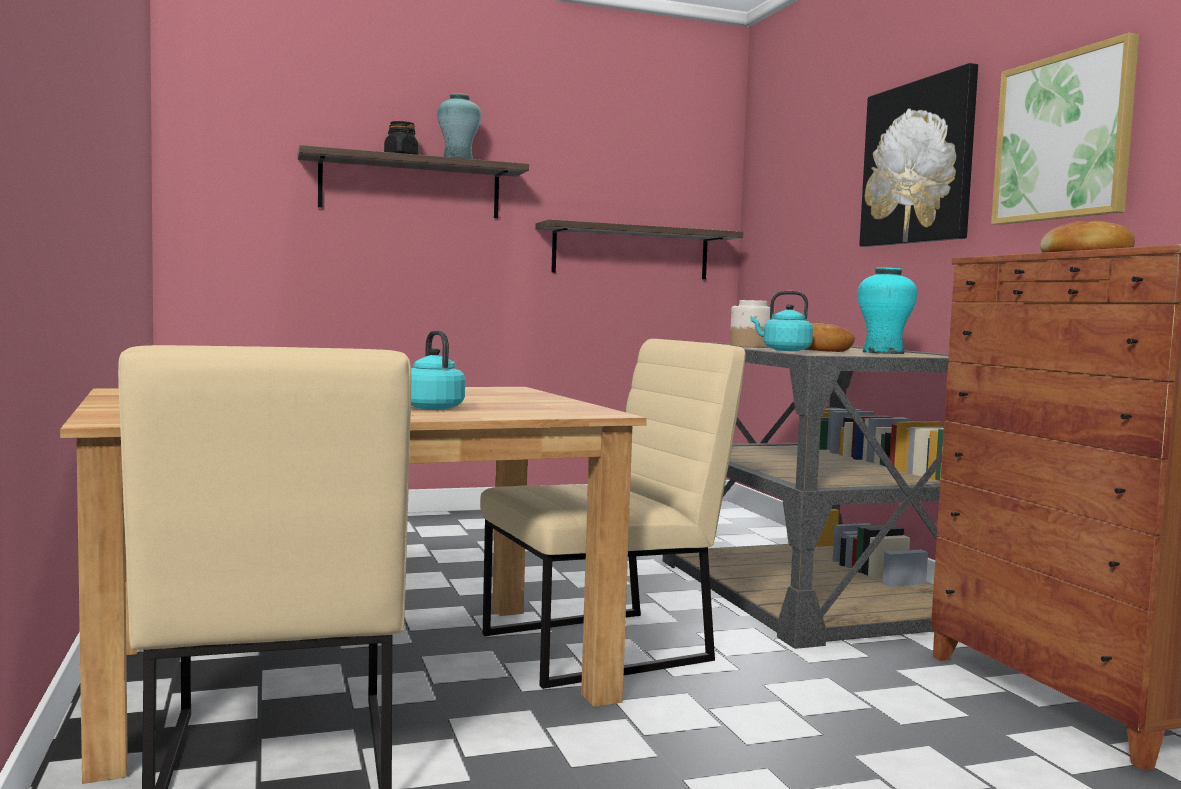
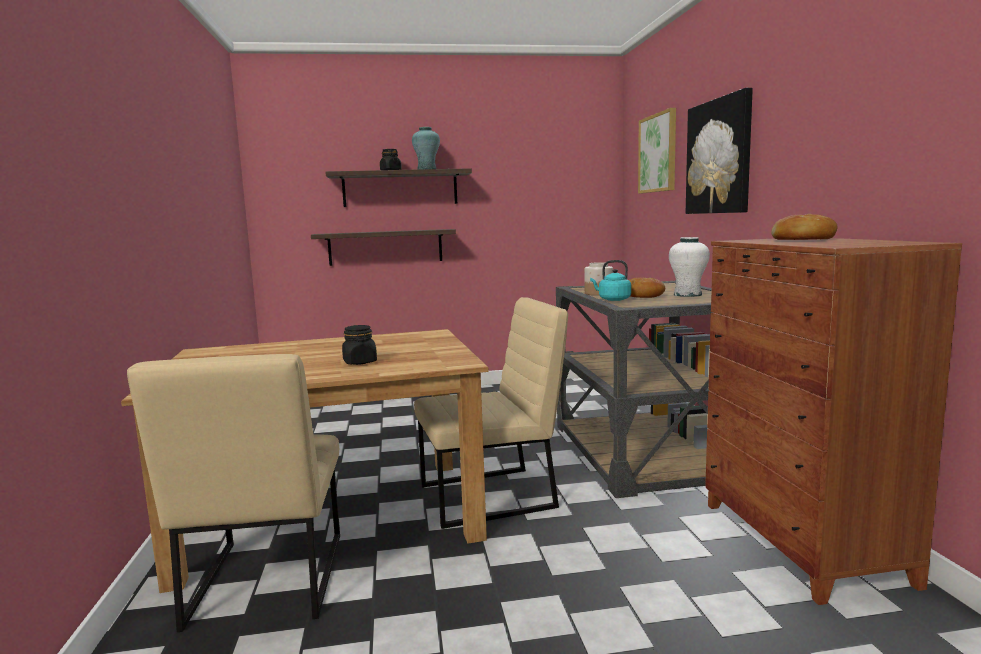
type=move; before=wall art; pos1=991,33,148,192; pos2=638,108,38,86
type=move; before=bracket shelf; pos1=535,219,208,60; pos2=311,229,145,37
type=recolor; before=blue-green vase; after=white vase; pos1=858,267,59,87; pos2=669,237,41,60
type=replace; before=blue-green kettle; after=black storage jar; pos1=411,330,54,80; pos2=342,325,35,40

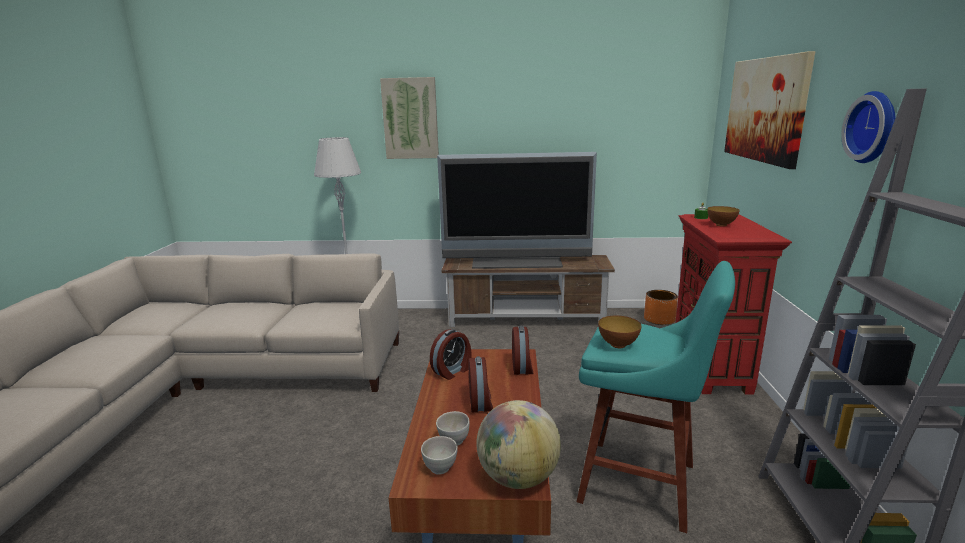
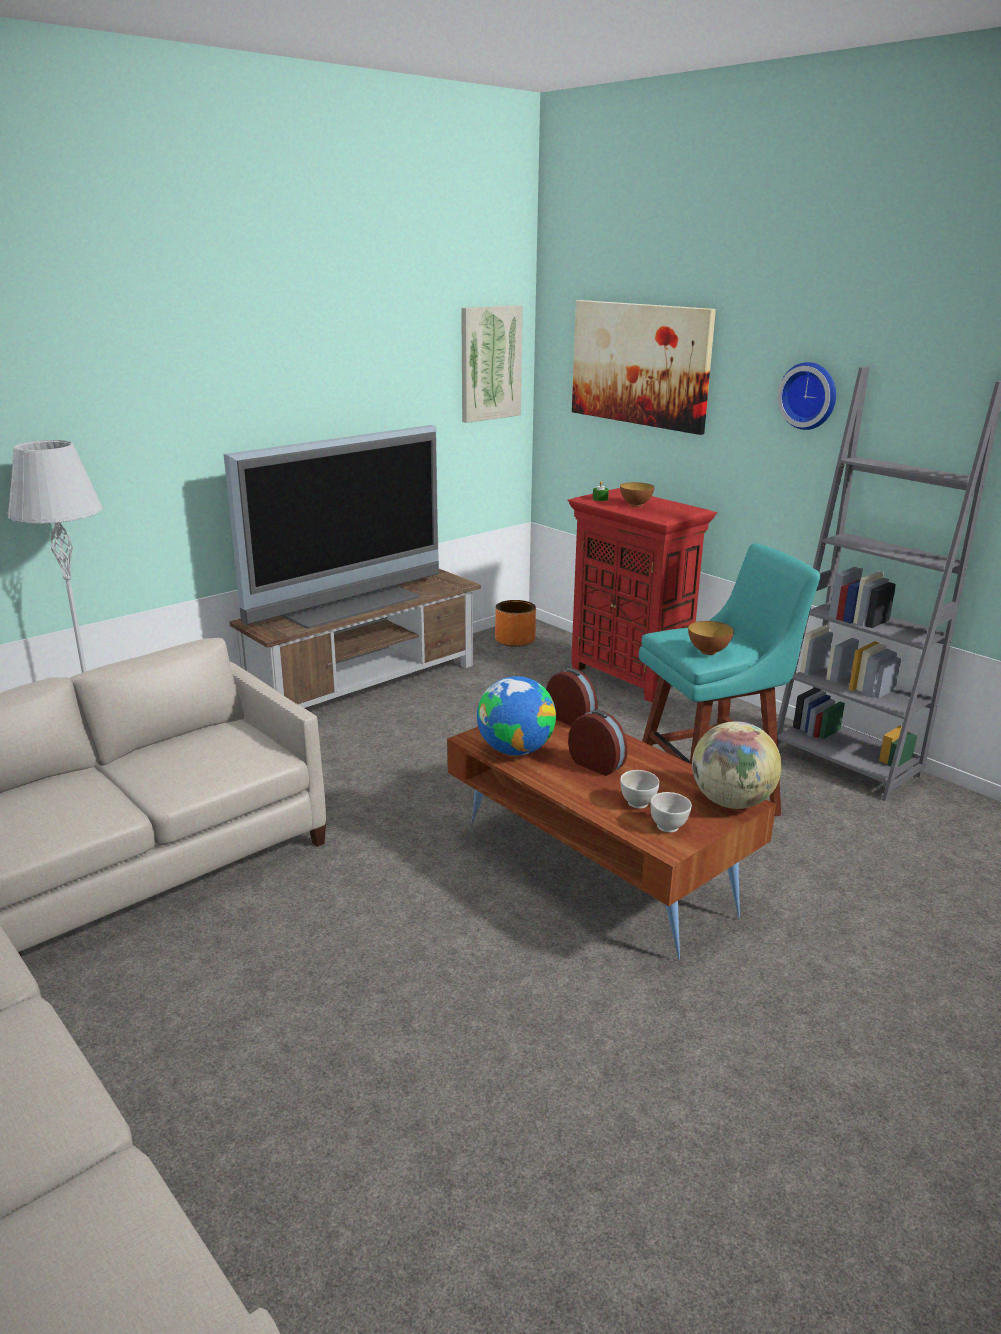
type=move; before=wall art; pos1=380,77,59,82; pos2=461,305,62,118
type=replace; before=table clock; after=desk globe; pos1=430,329,42,51; pos2=477,676,79,80

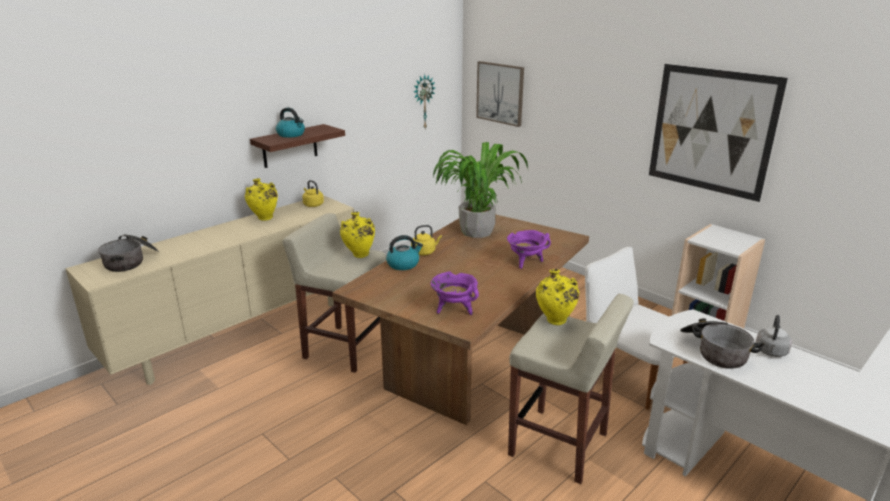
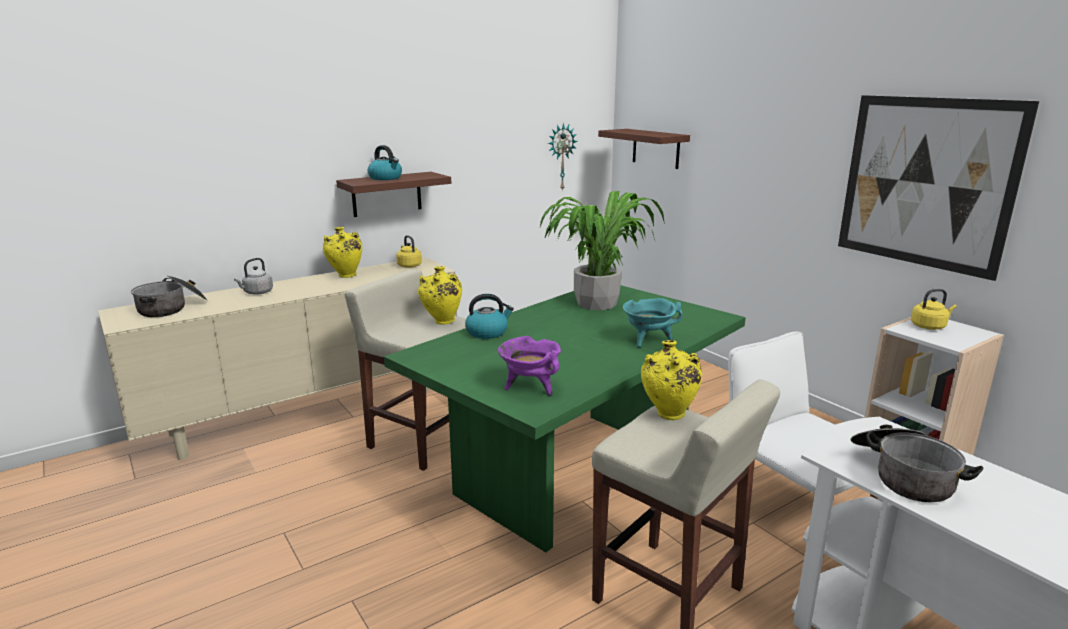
type=replace; before=wall art; after=bracket shelf; pos1=476,61,48,66; pos2=598,129,92,40
type=recolor; before=brown-coloured dinner table; after=green dinner table; pos1=332,214,257,211; pos2=384,285,362,268
type=move; before=yellow-coloured kettle; pos1=411,225,31,30; pos2=911,289,46,41
type=recolor; before=purple-coloured saucepot; after=blue-green saucepot; pos1=507,230,44,39; pos2=623,298,60,49
type=move; before=gray kettle; pos1=755,315,37,42; pos2=234,258,39,37

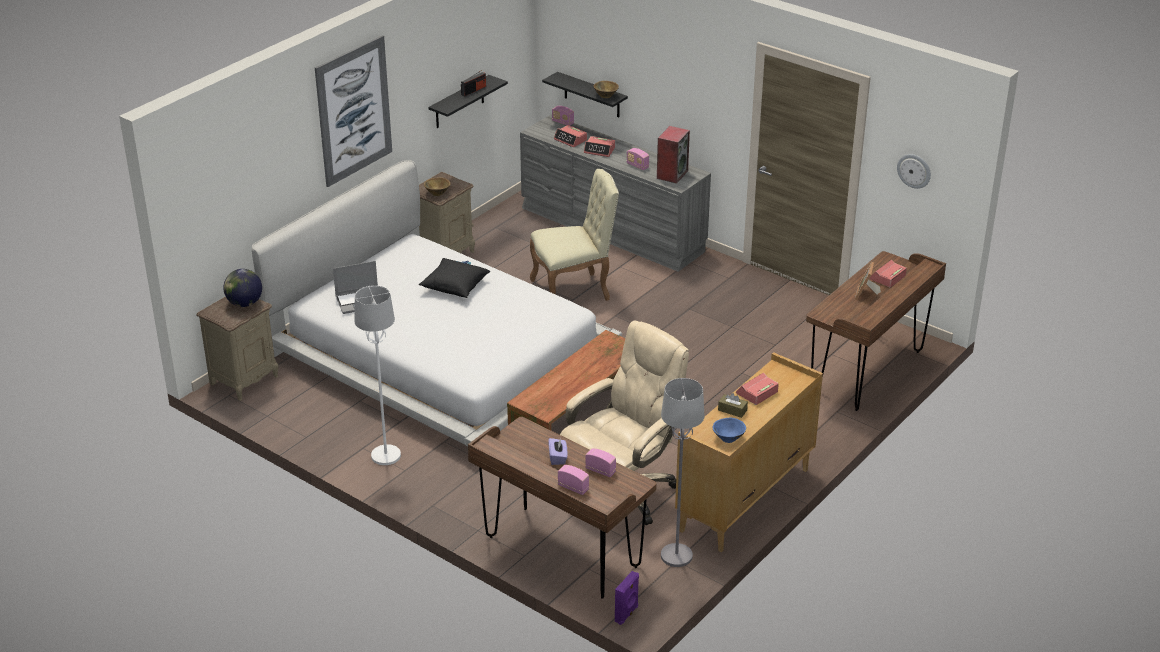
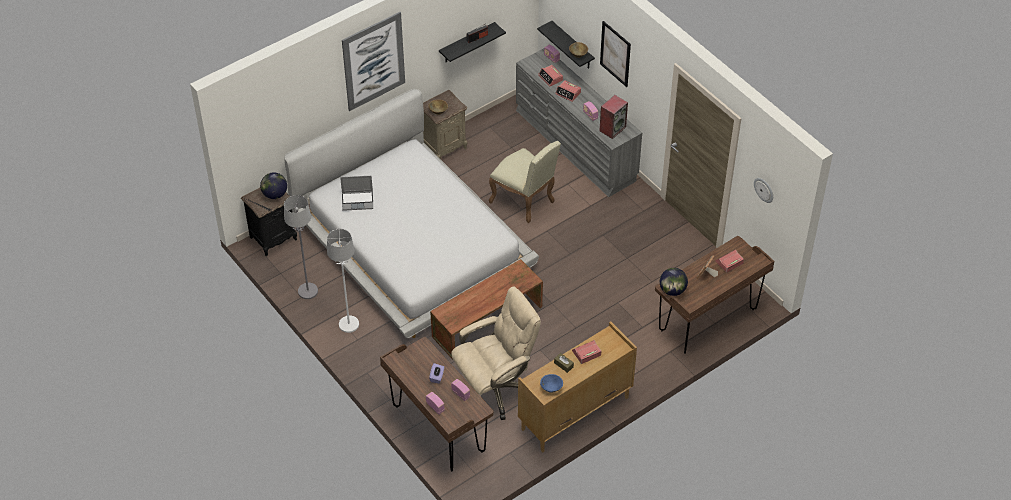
type=rotate; before=beige upright chair; pos1=530,169,89,132; pos2=489,141,72,82; turn=45
type=delete; before=black pillow; pos1=419,258,71,40
type=recolor; before=beige bedside table; after=black bedside table; pos1=196,296,83,105; pos2=241,188,56,68
type=move; before=gray floor lamp; pos1=661,378,44,189; pos2=284,195,34,104
type=delete; before=purple-coloured audio speaker; pos1=615,571,24,54
type=insert; after=wall art; pos2=600,21,31,66
type=insert; after=desk globe; pos2=660,268,28,28

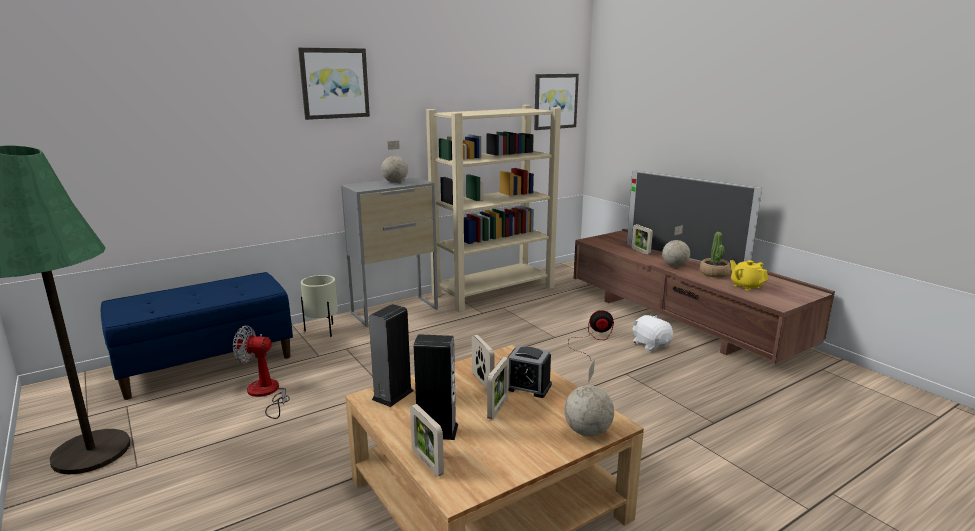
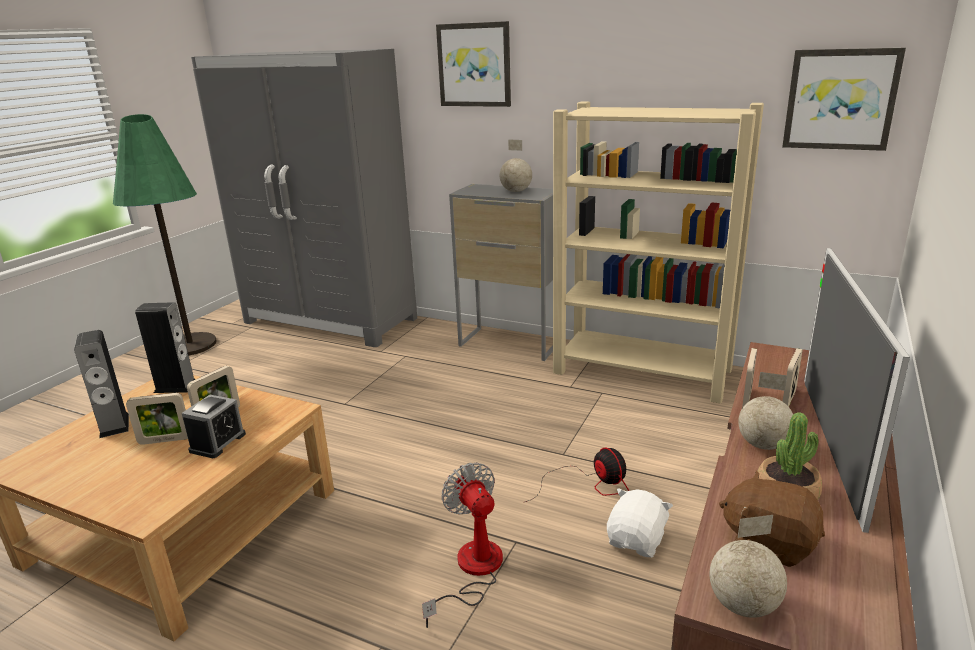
type=replace; before=yellow-coloured tea pot; after=brown-coloured plush toy; pos1=730,260,38,31; pos2=719,470,106,97
type=replace; before=blue bench; after=gray cupboard; pos1=101,272,192,128; pos2=191,49,226,298
type=delete; before=beige planter; pos1=301,275,37,62
type=move; before=fan; pos1=233,325,57,94; pos2=422,463,81,165
type=rotate; before=table clock; pos1=508,345,44,53; pos2=182,395,64,63; turn=-150
type=move; before=desk globe; pos1=564,359,50,78; pos2=710,515,77,103
type=move; before=picture frame; pos1=410,404,34,73; pos2=742,348,15,60

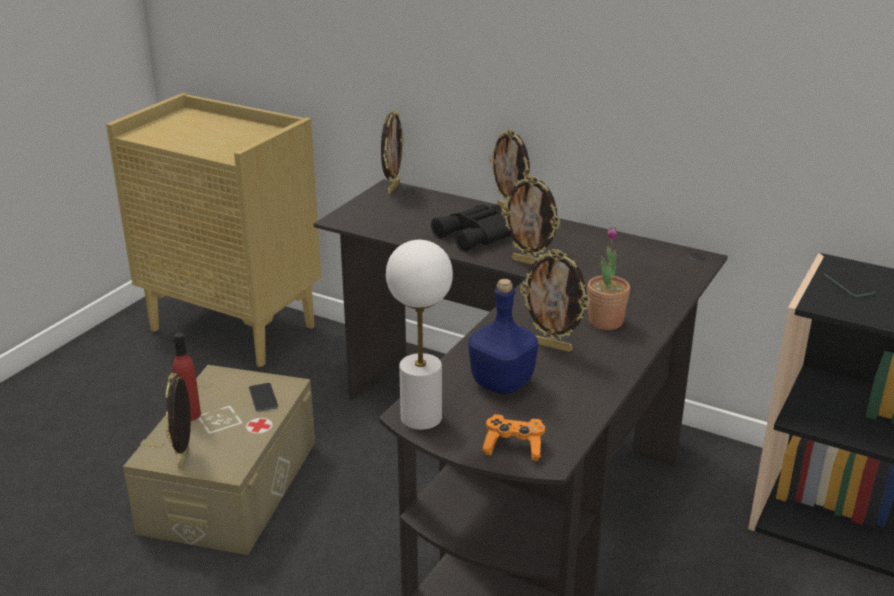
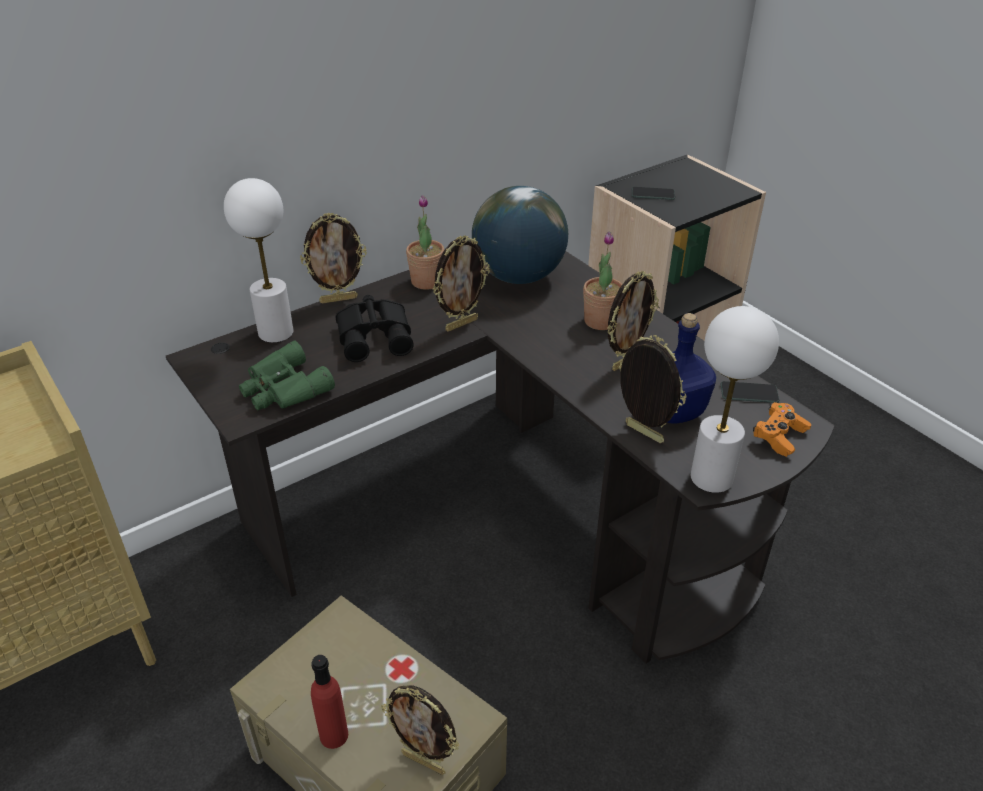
type=move; before=picture frame; pos1=381,109,23,85; pos2=619,335,68,108
type=move; before=telephone; pos1=249,383,29,29; pos2=721,381,58,22
type=insert; after=white lamp for a table; pos2=224,178,70,165
type=insert; after=desk globe; pos2=472,186,96,98
type=insert; after=houseplant; pos2=406,195,38,95
type=insert; after=green pair of binoculars; pos2=239,341,96,69

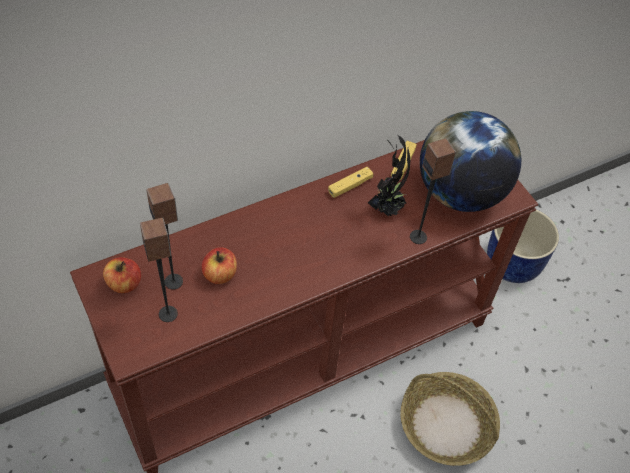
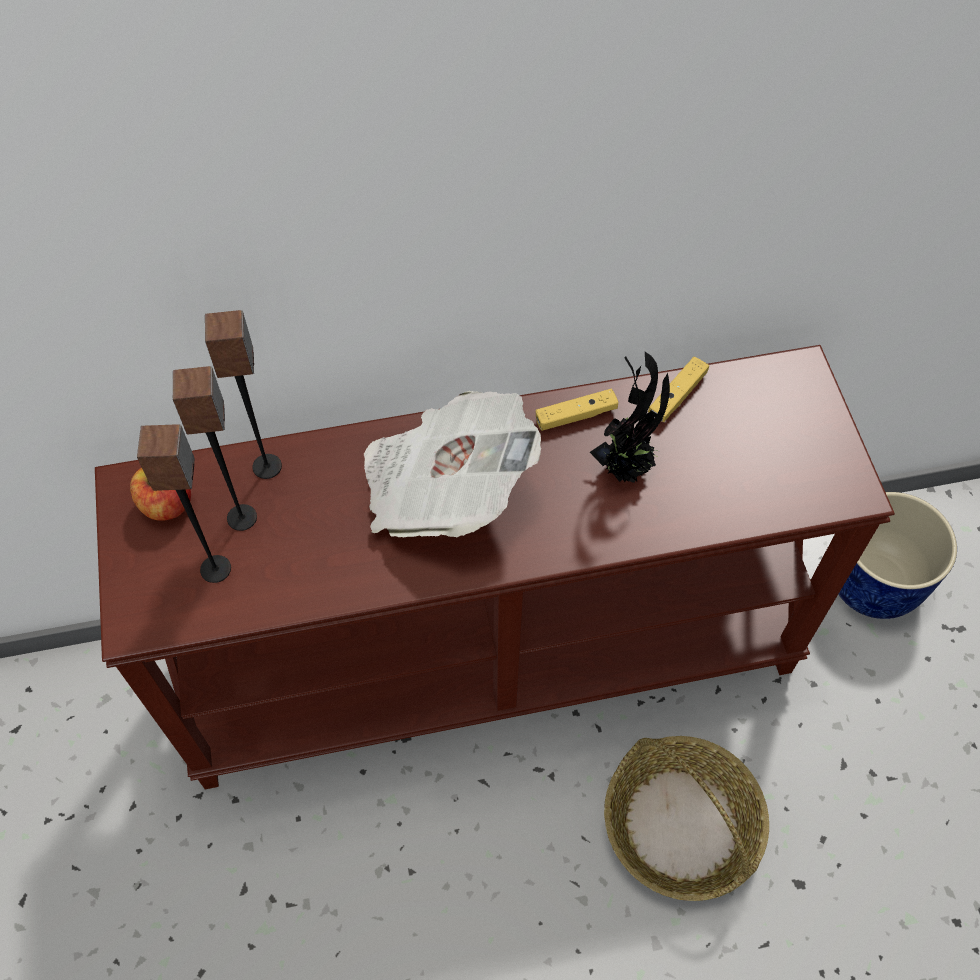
type=delete; before=desk globe; pos1=420,111,101,101
type=move; before=audio speaker; pos1=410,138,46,106; pos2=205,310,77,169
type=delete; before=whole apple; pos1=202,247,35,37
type=insert; after=printed paper; pos2=364,391,177,147

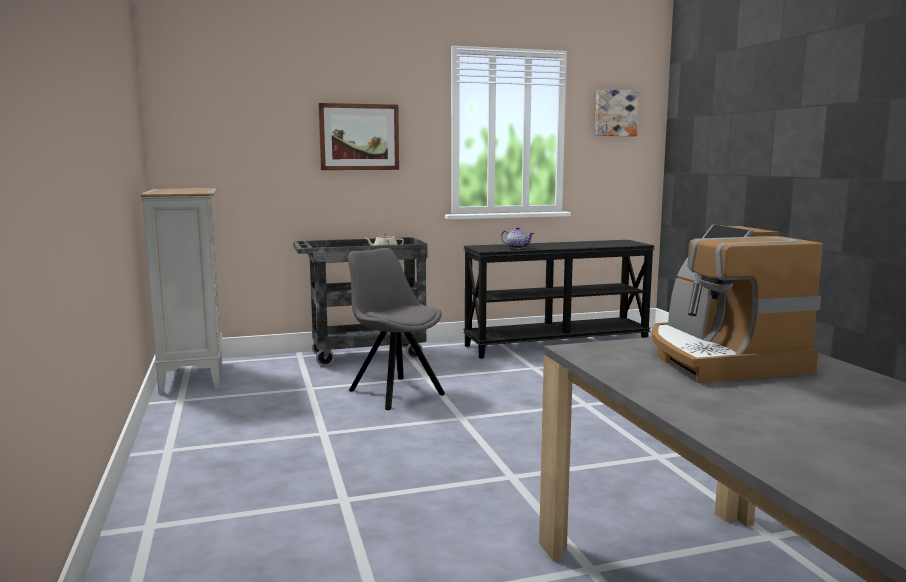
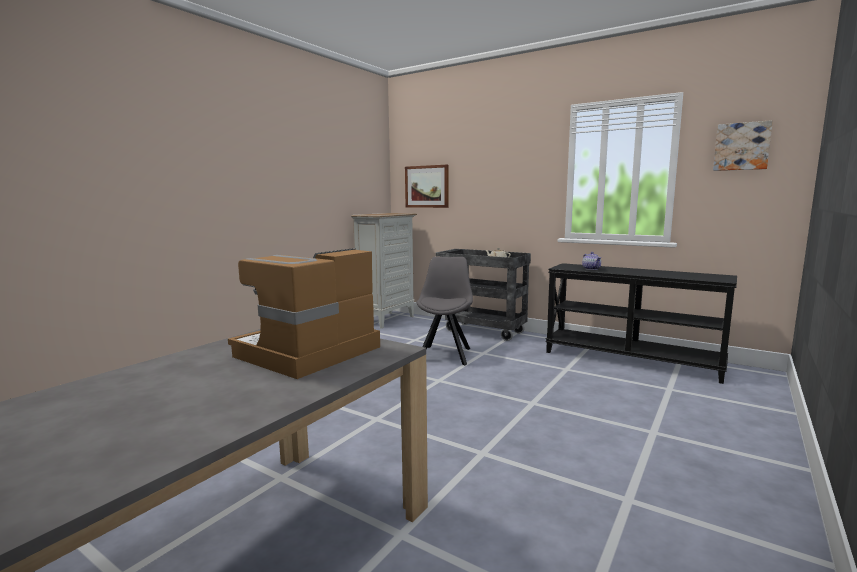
type=move; before=wall art; pos1=318,103,81,67; pos2=405,165,44,43

